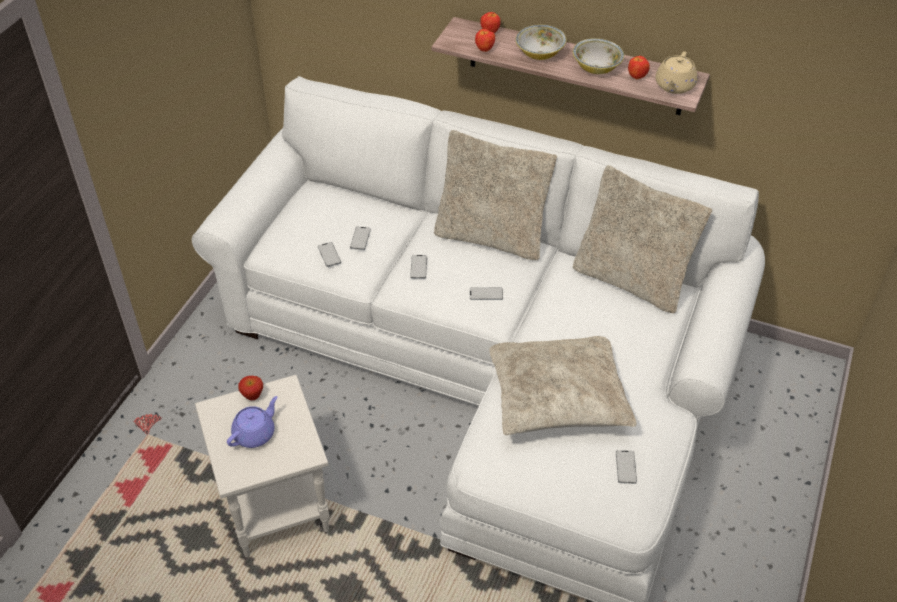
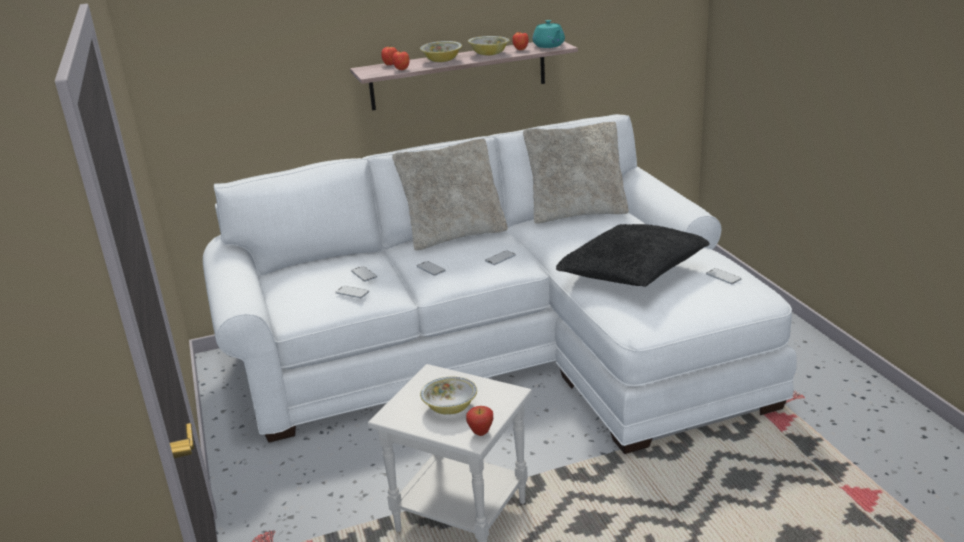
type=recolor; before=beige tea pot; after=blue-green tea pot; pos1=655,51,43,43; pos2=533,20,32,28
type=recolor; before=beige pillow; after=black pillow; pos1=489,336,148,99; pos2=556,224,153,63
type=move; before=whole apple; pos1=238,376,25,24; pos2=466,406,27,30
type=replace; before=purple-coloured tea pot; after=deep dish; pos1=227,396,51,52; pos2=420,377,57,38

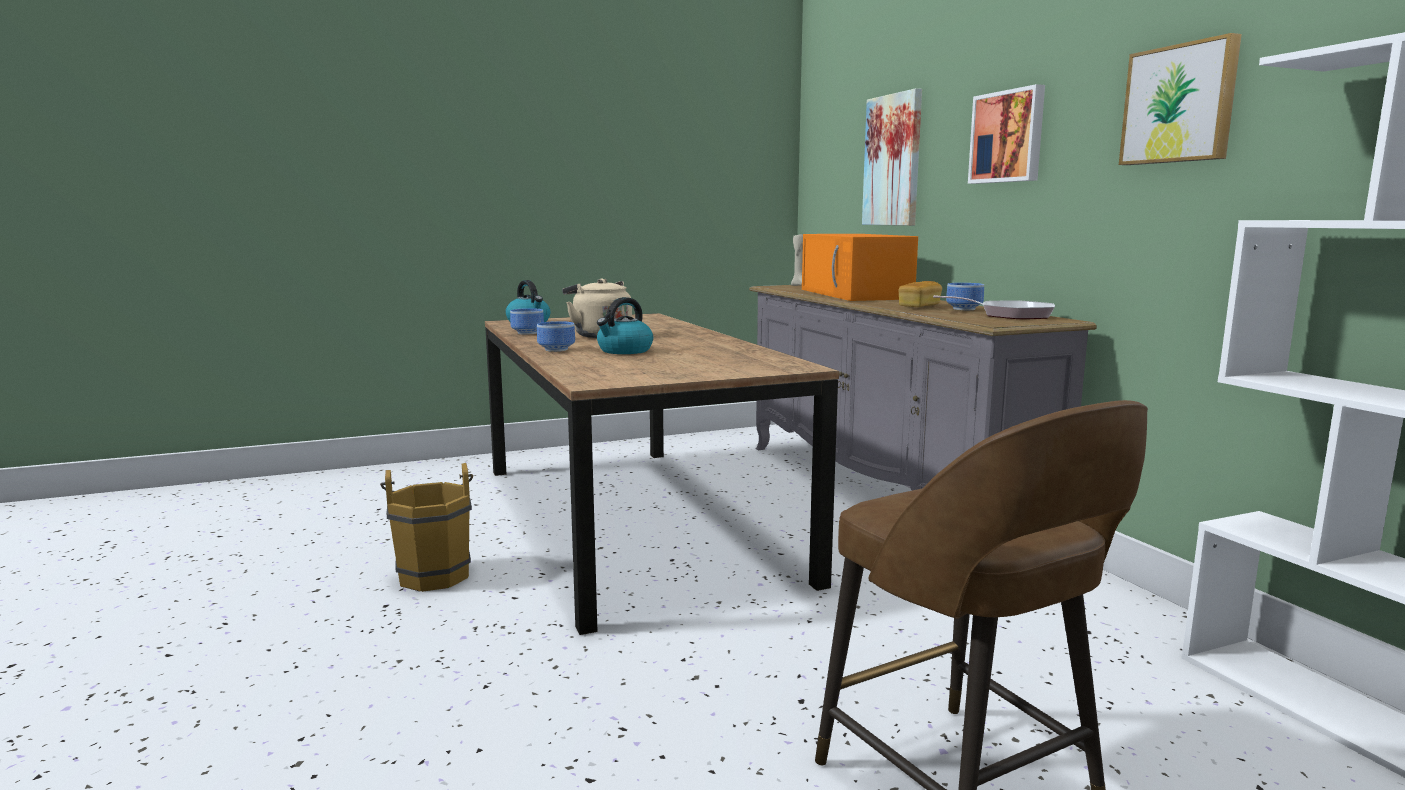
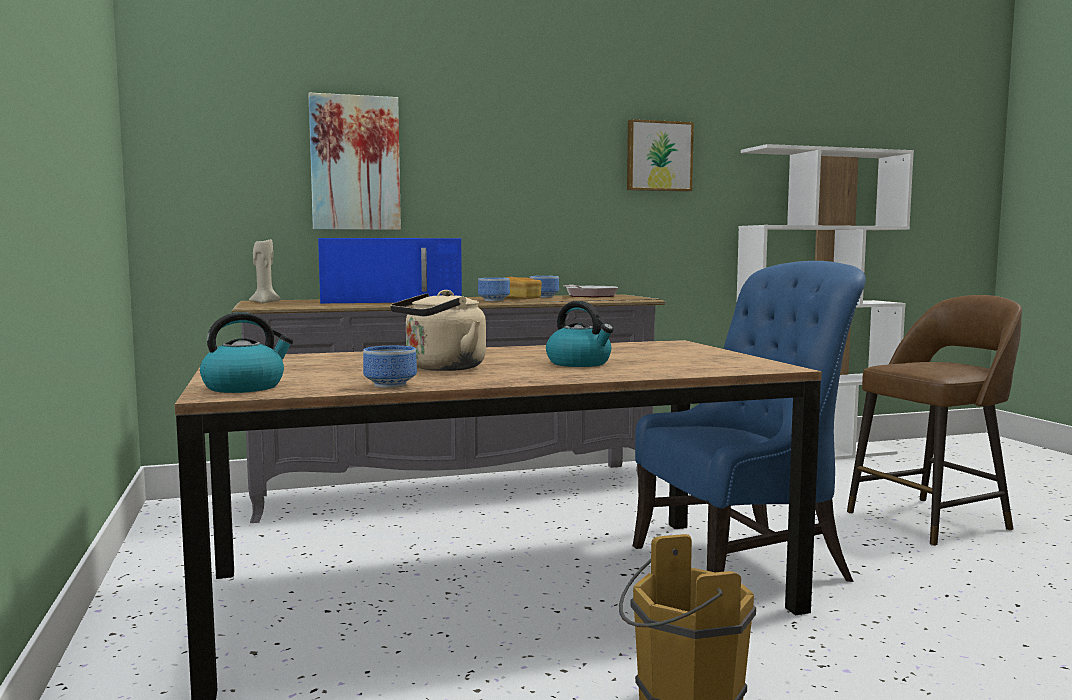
type=delete; before=wall art; pos1=968,84,77,100
type=recolor; before=orangey microwave oven; after=blue microwave oven; pos1=802,234,116,67; pos2=318,238,144,65
type=move; before=deep dish; pos1=537,321,38,31; pos2=478,278,32,23
type=insert; after=blue upright chair; pos2=633,261,233,321

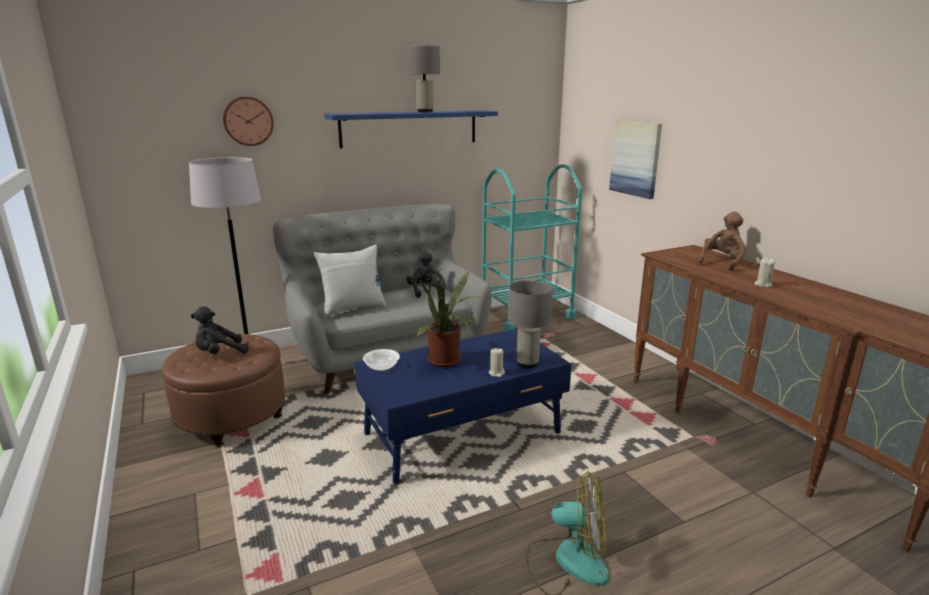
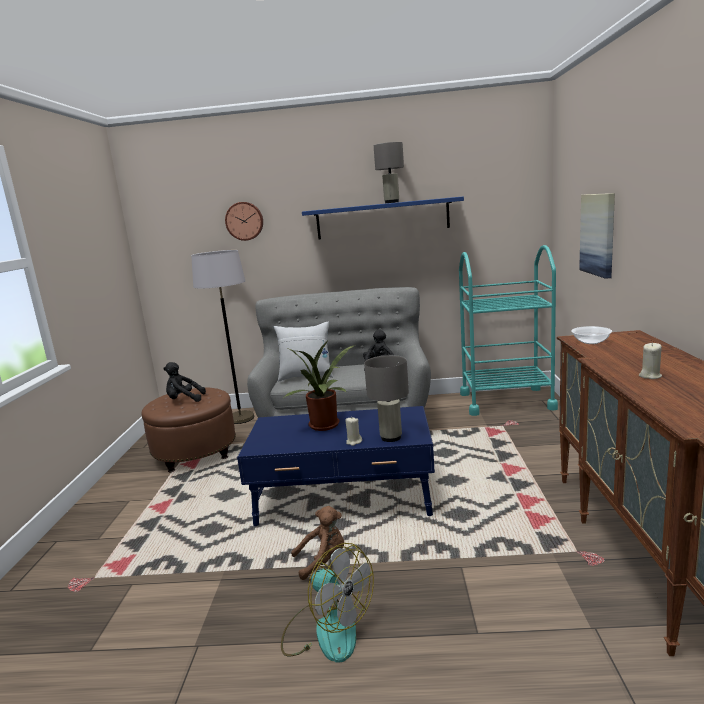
type=move; before=brown-coloured plush toy; pos1=698,212,48,59; pos2=291,506,53,74
type=move; before=deep dish; pos1=363,349,37,22; pos2=571,326,41,18

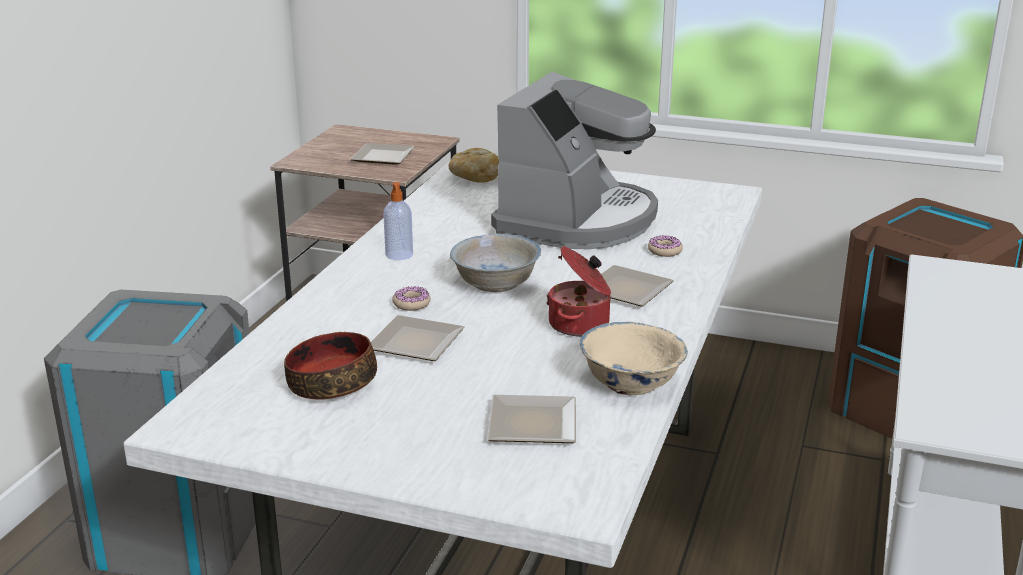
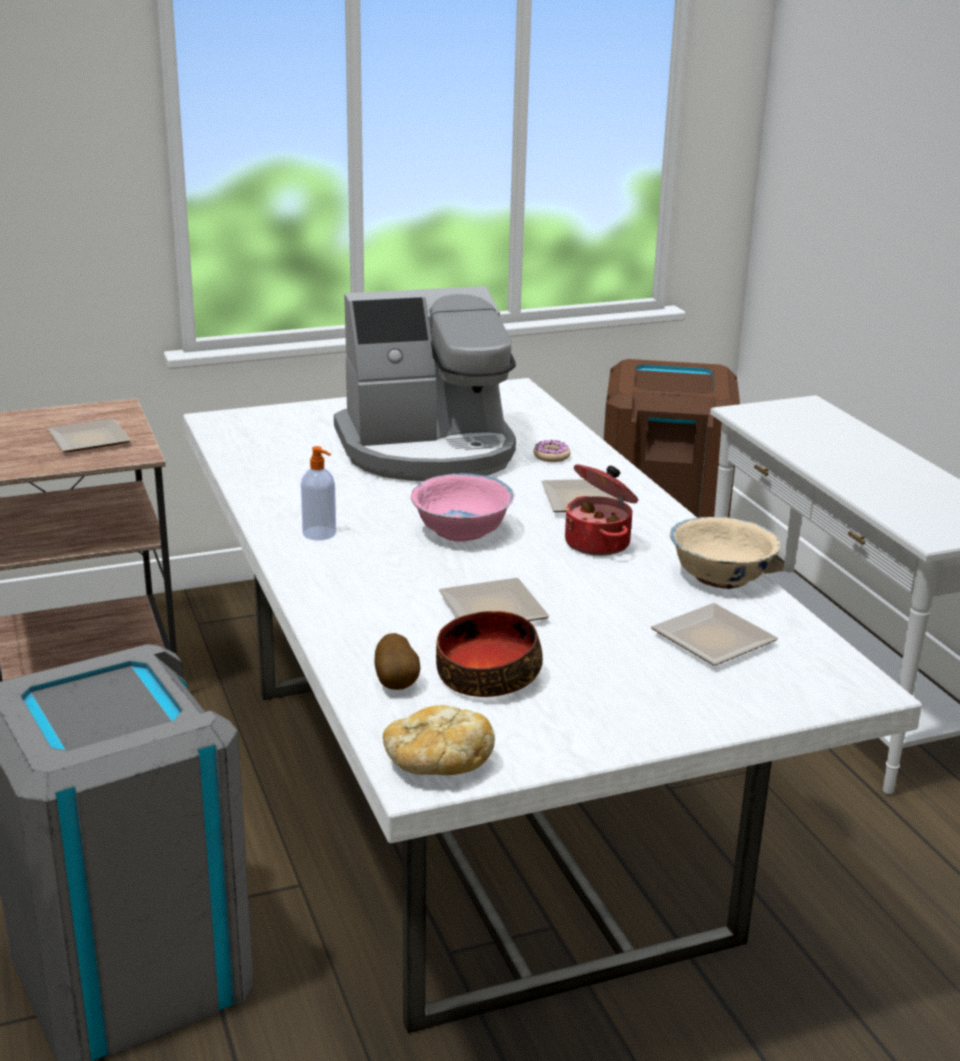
type=rotate; before=coffee maker; pos1=491,72,167,177; pos2=334,286,182,195; turn=90
type=move; before=bread; pos1=448,148,51,35; pos2=383,705,112,70
type=recolor; before=white deep dish; after=pinkish deep dish; pos1=450,233,91,59; pos2=411,473,103,69
type=delete; before=ring doughnut; pos1=392,286,39,25
type=insert; after=spud; pos2=375,633,45,57

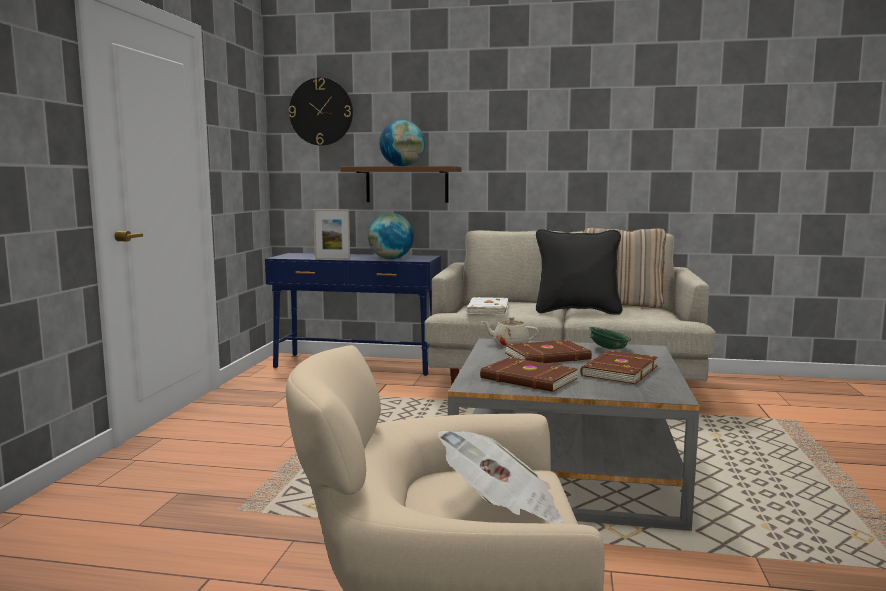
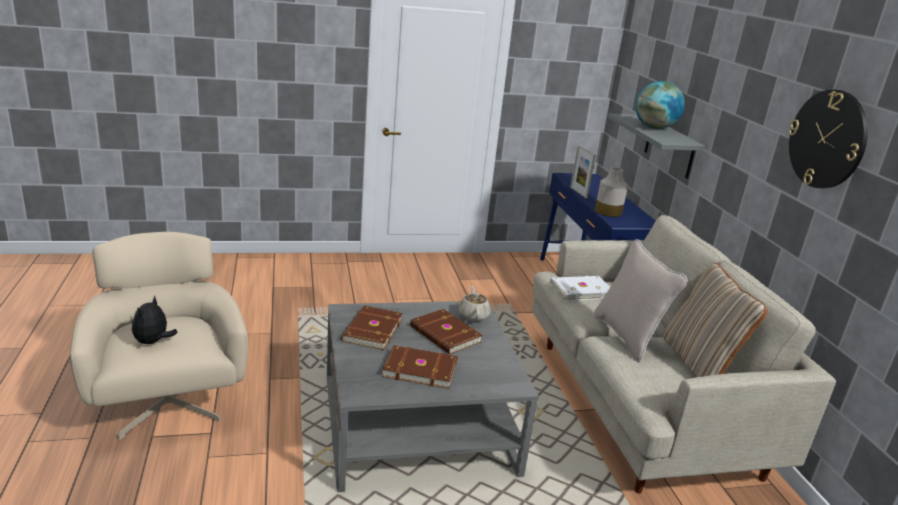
type=move; before=hanging clock; pos1=289,78,64,68; pos2=789,89,79,99
type=recolor; before=brown-coloured bracket shelf; after=gray bracket shelf; pos1=341,166,120,37; pos2=608,113,97,66
type=replace; before=desk globe; after=beige vase; pos1=368,213,46,46; pos2=595,167,33,50
type=recolor; before=black pillow; after=beige pillow; pos1=536,229,86,85; pos2=594,239,93,123
type=delete; before=green deep dish; pos1=589,327,42,23
type=replace; before=printed paper; after=plush toy; pos1=438,430,126,94; pos2=132,295,46,49

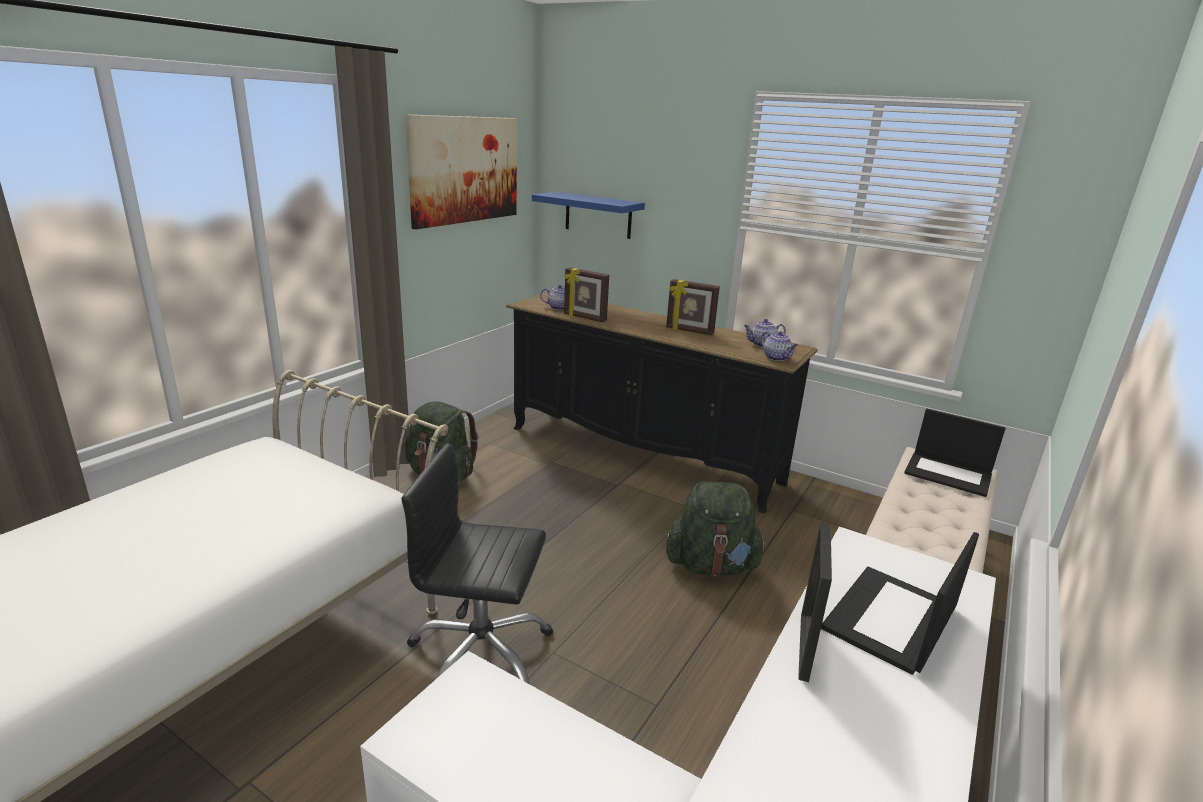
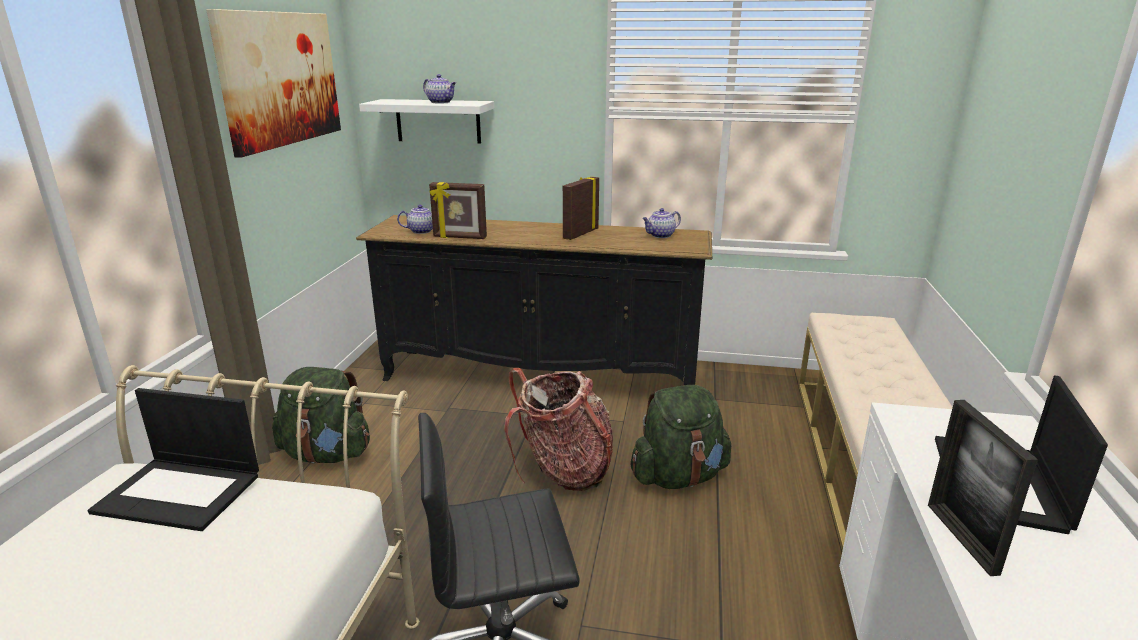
type=recolor; before=blue bracket shelf; after=white bracket shelf; pos1=532,192,113,47; pos2=359,99,135,45
type=rotate; before=picture frame; pos1=666,279,54,56; pos2=563,177,36,63; turn=120
type=move; before=tea pot; pos1=761,331,37,30; pos2=423,74,33,29
type=move; before=laptop; pos1=904,409,102,88; pos2=87,388,172,143
type=insert; after=rucksack; pos2=504,368,109,123

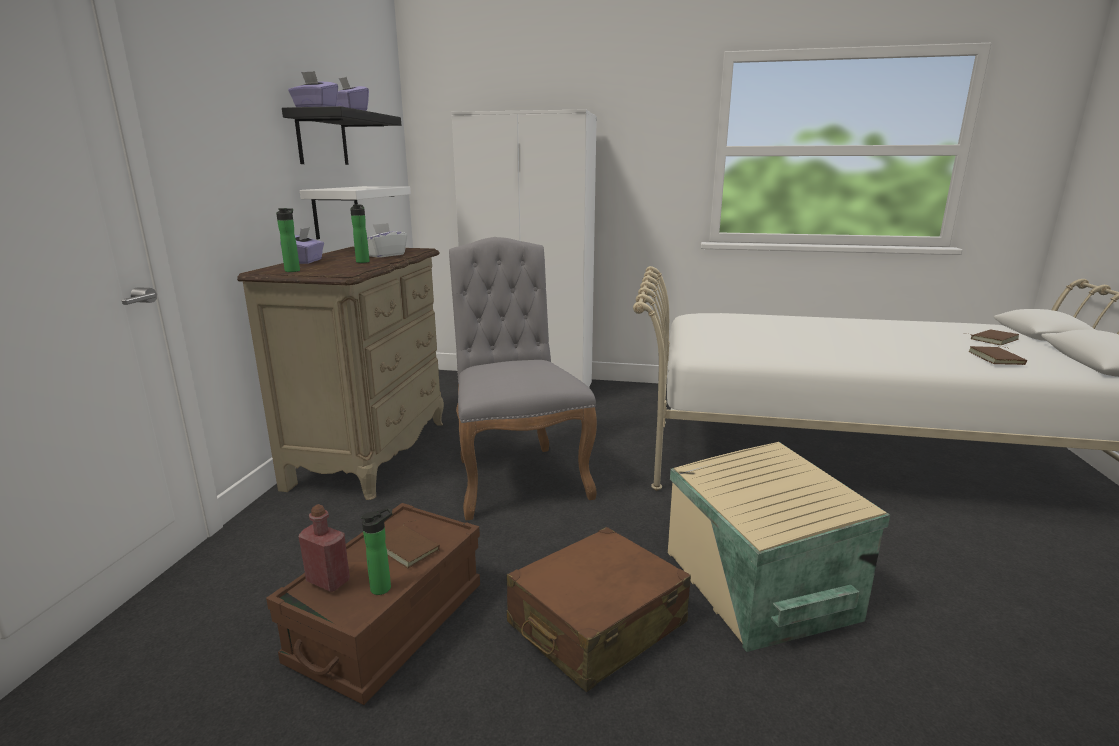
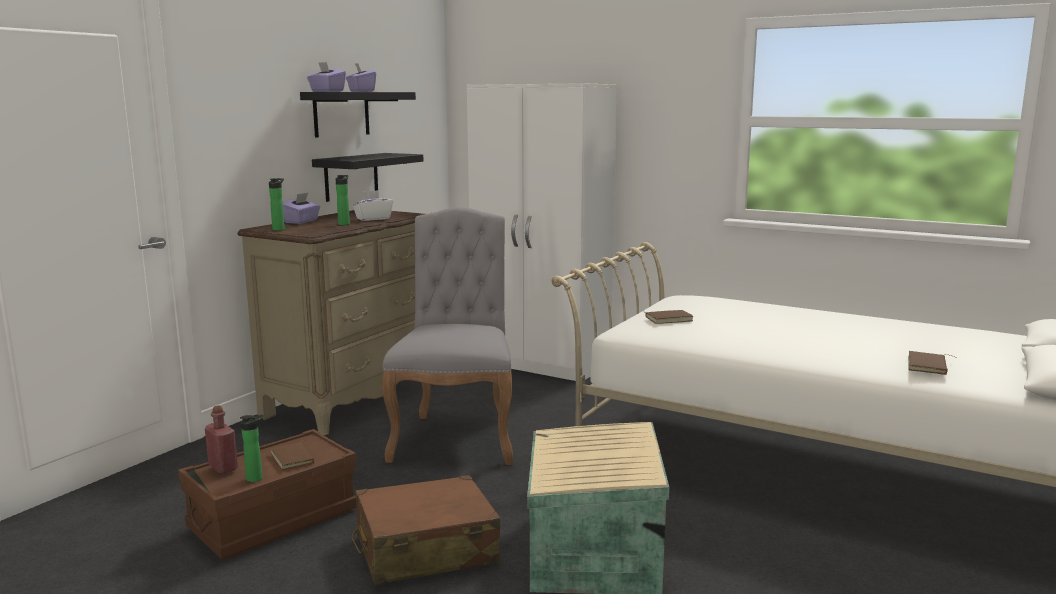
type=recolor; before=white bracket shelf; after=black bracket shelf; pos1=300,186,111,53; pos2=312,153,112,49
type=move; before=brown-coloured book; pos1=963,330,56,15; pos2=644,310,49,14

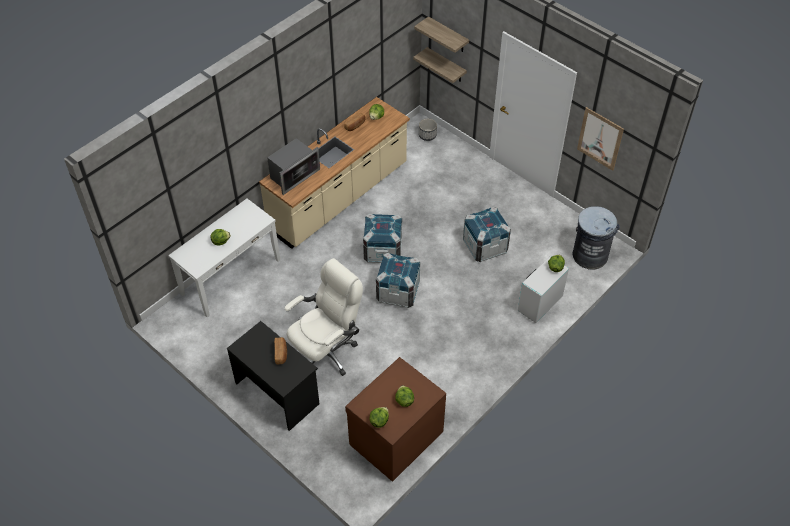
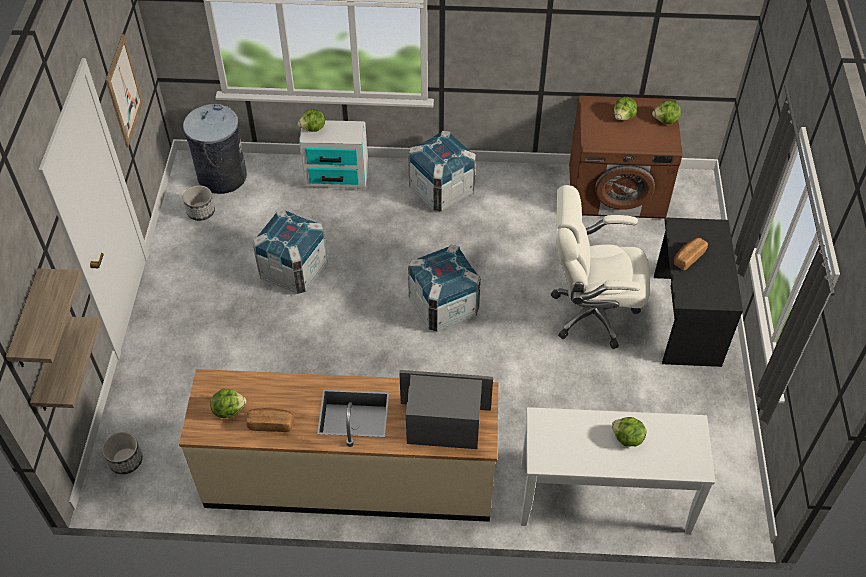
type=move; before=packing crate; pos1=363,213,39,50; pos2=408,131,68,80
type=insert; after=planter; pos2=183,185,32,36

